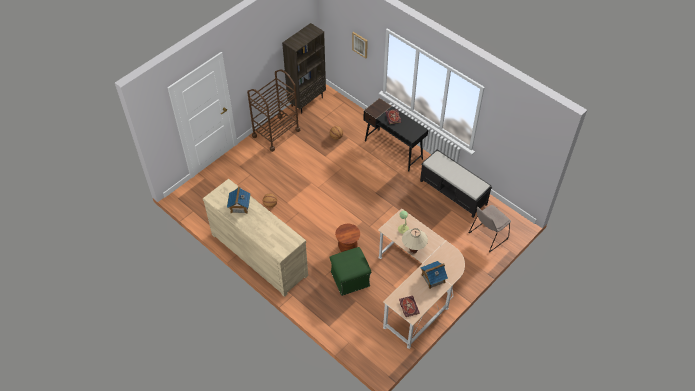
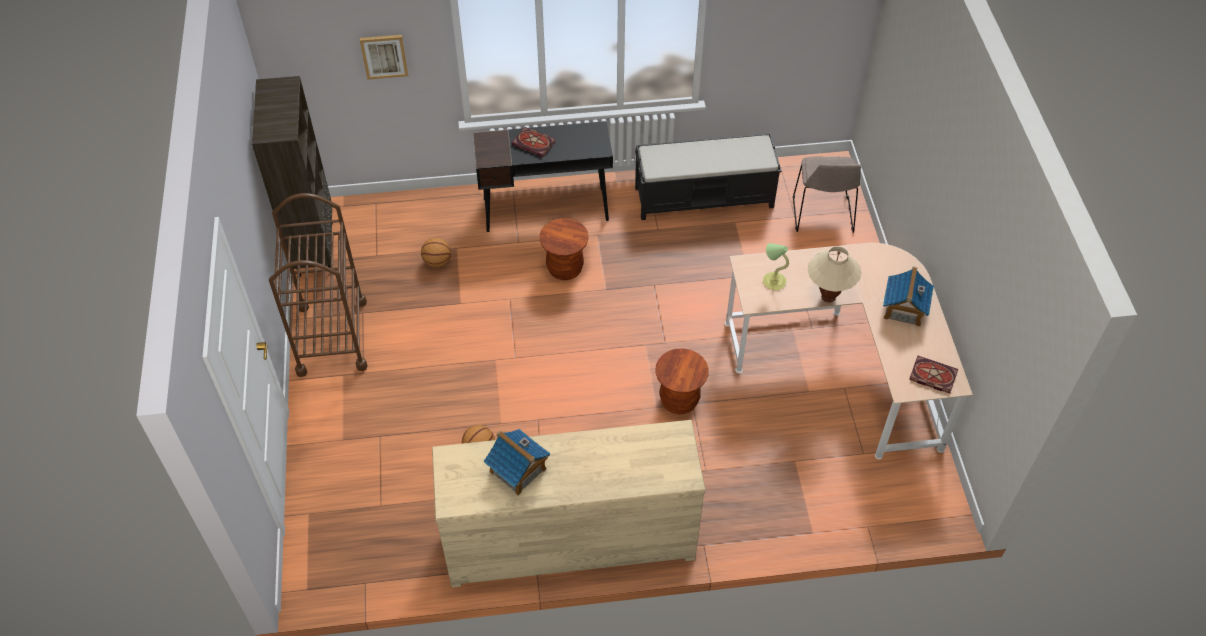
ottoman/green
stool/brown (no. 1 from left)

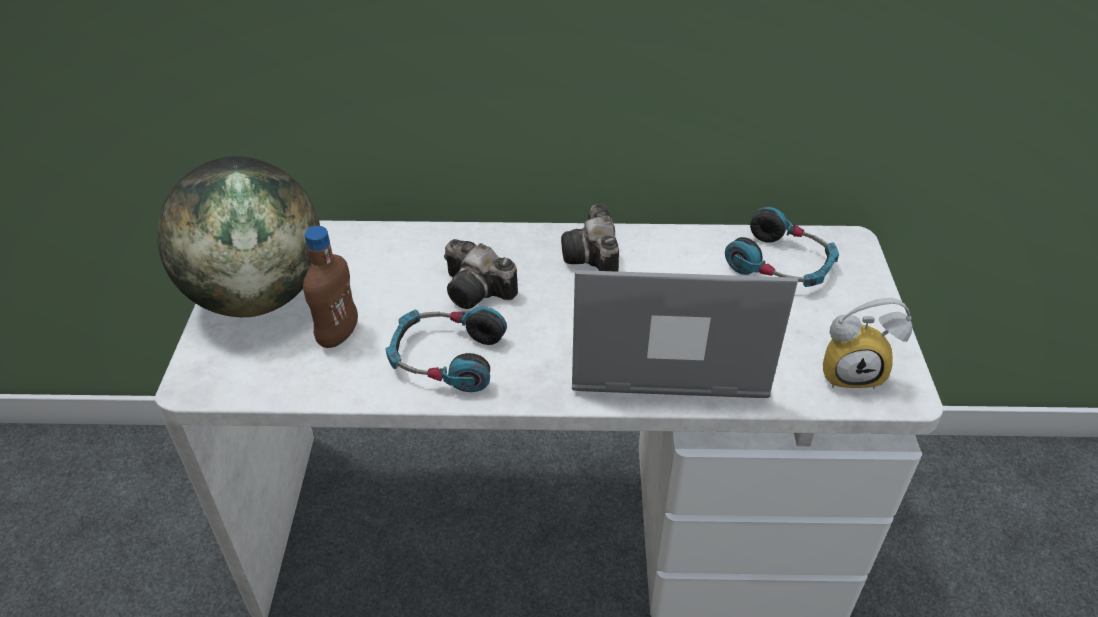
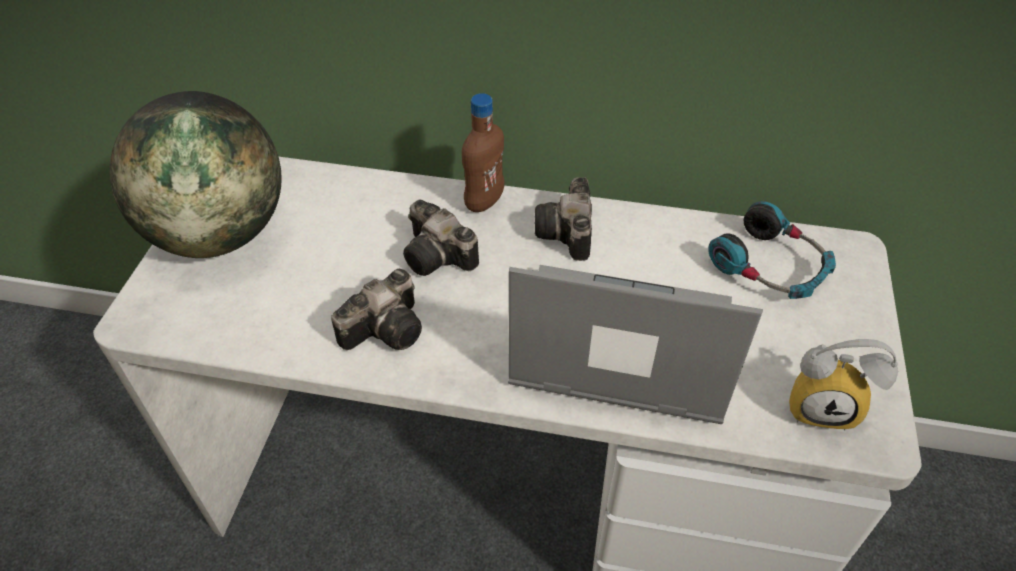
bottle/brown
photo camera (no. 1 from left)

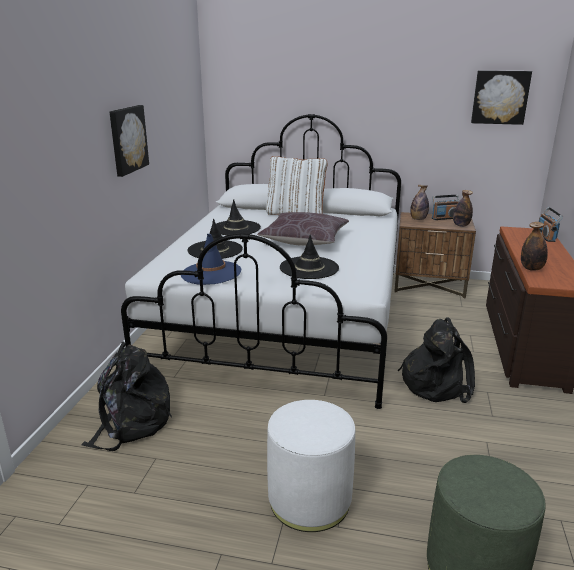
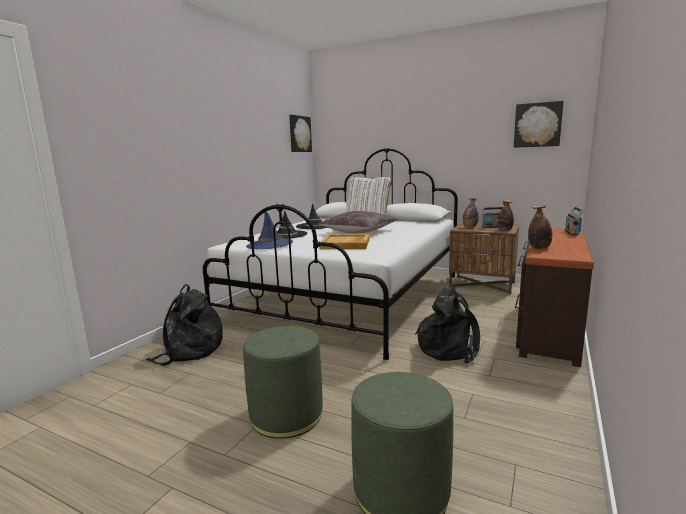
picture (no. 1 from left)
tray/beige
ottoman/green (no. 1 from left)

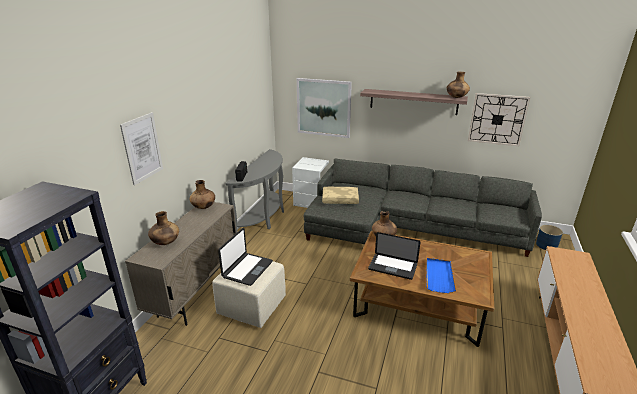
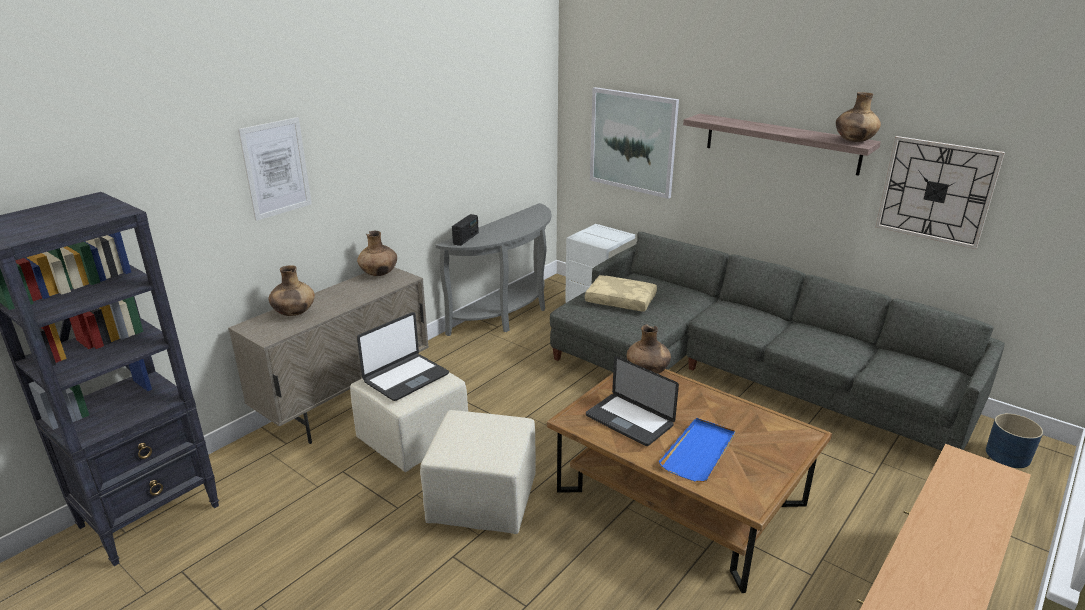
ottoman/beige (no. 2 from left)

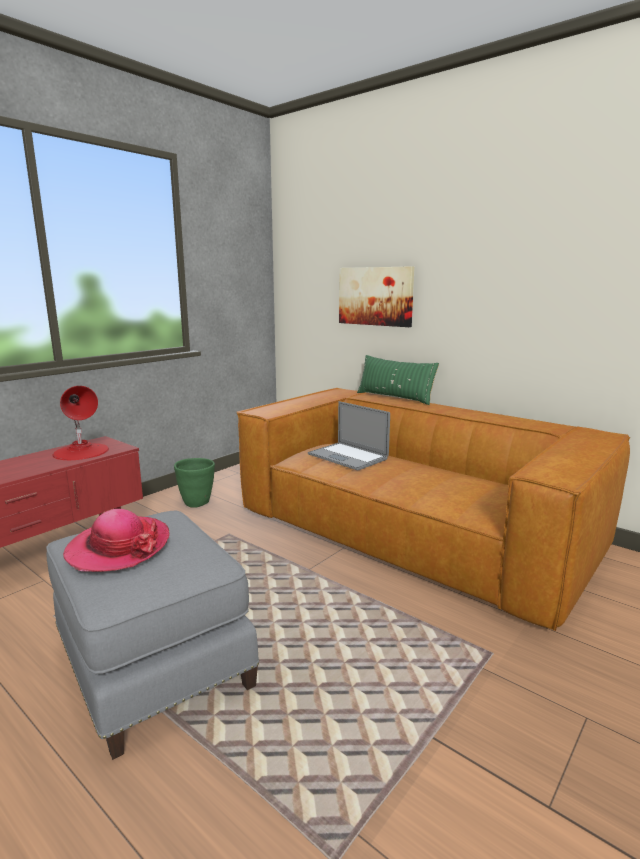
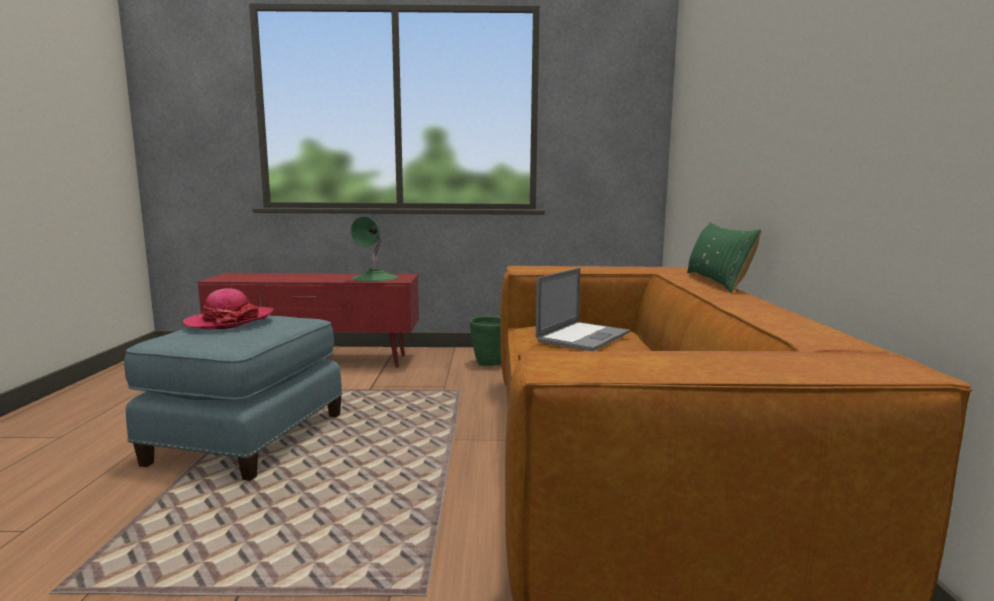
picture
table lamp/green
laptop
ottoman/blue

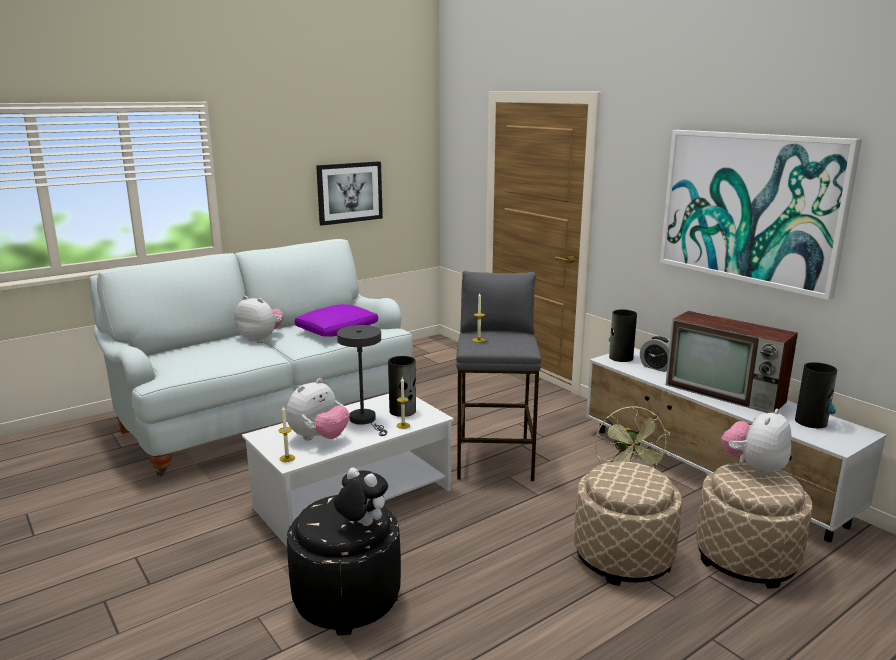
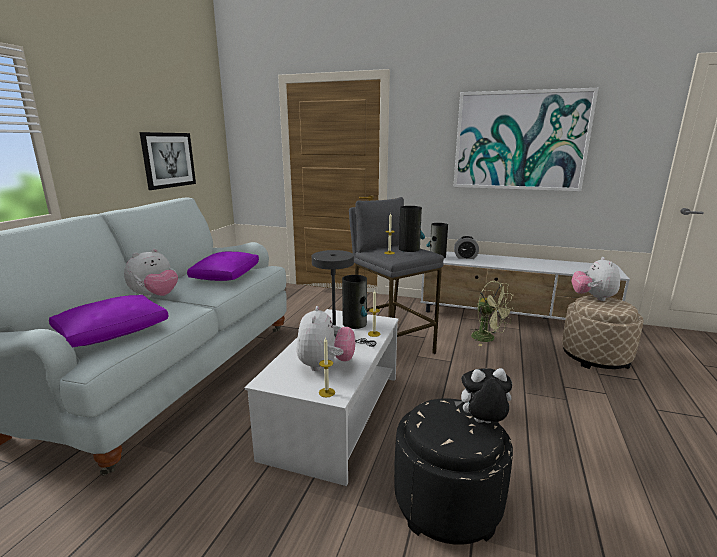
plush toy (no. 1 from left)
television
vase (no. 2 from left)
ottoman/beige (no. 1 from left in the first image)
pillow/purple (no. 1 from left)

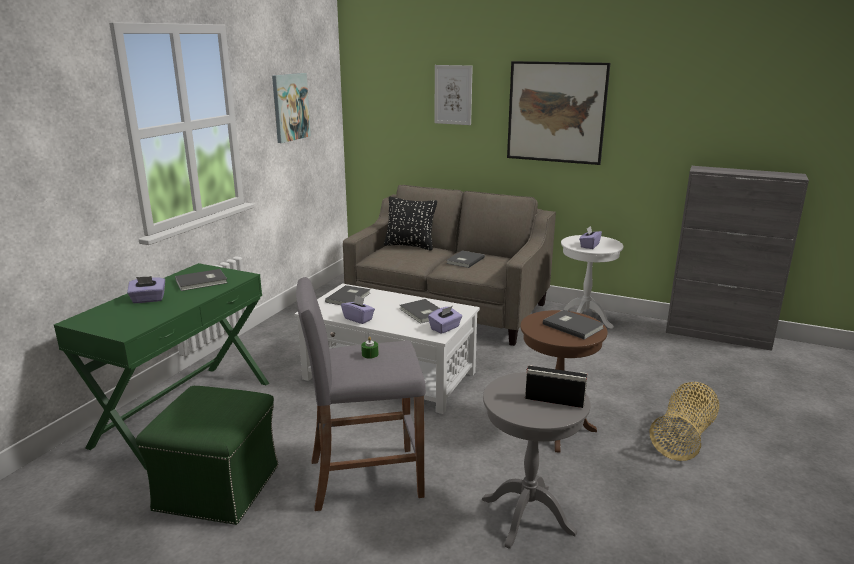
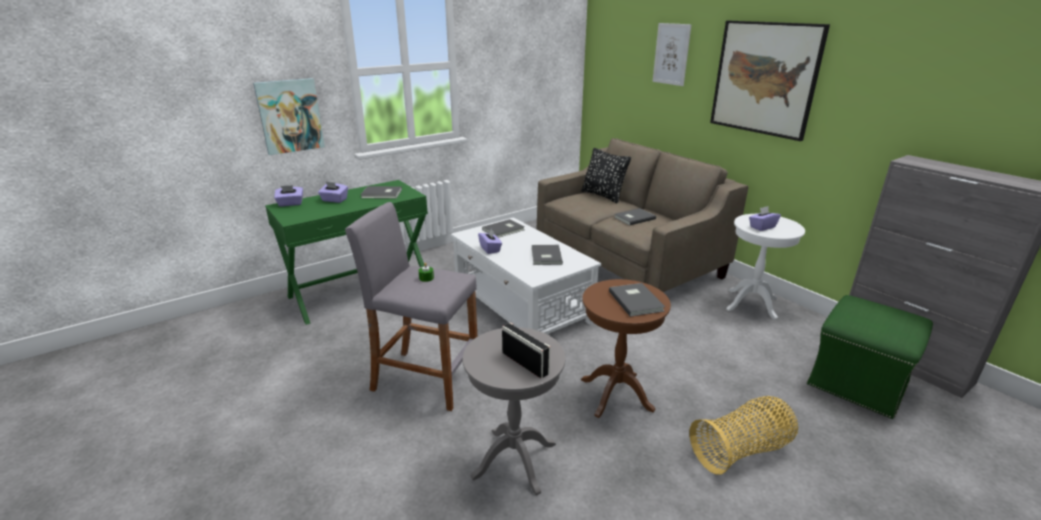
picture (no. 1 from left)
tissue box/purple (no. 1 from left)
ottoman/green

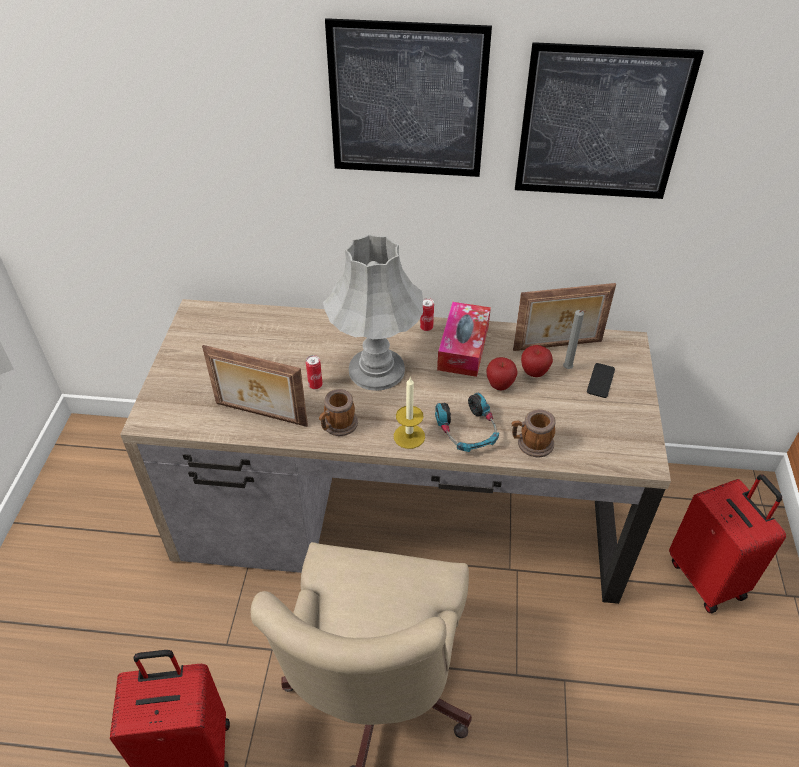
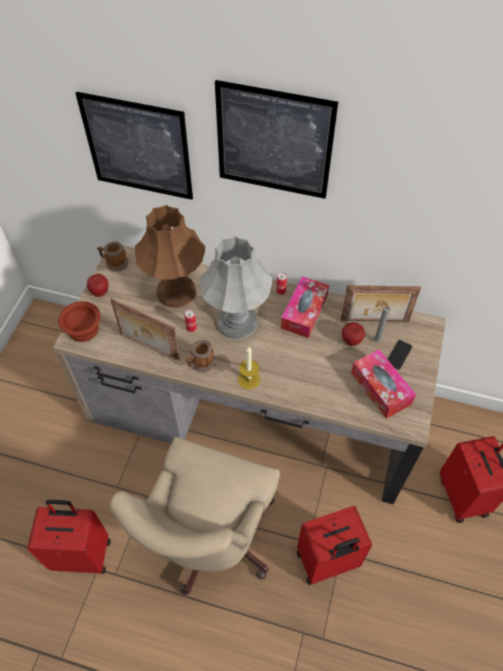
picture (no. 1 from left)
apple (no. 1 from left)
headphones
mug (no. 1 from left)
table lamp/brown
bowl/brown
tissue box (no. 2 from left)
suitcase/red (no. 2 from left)

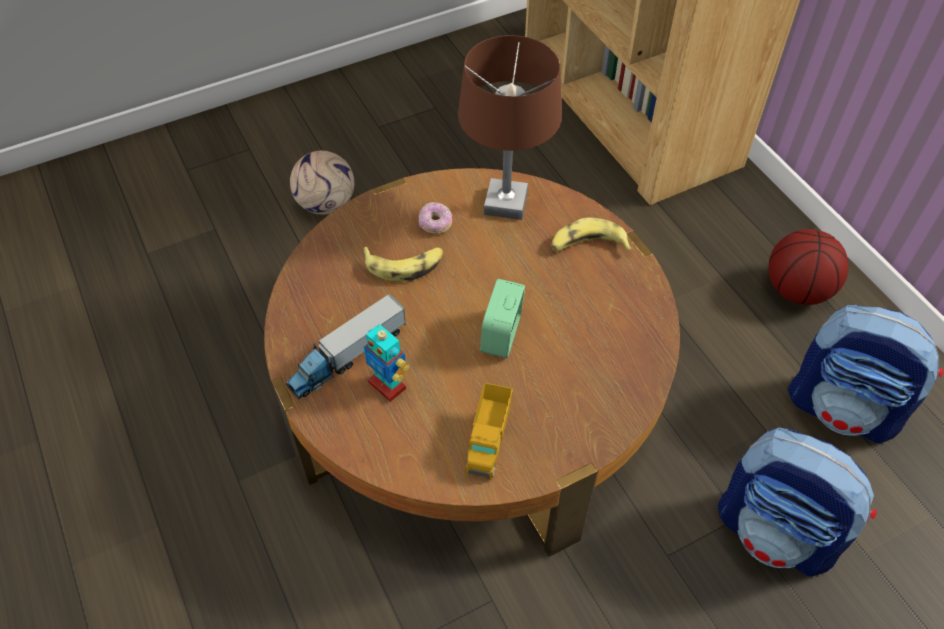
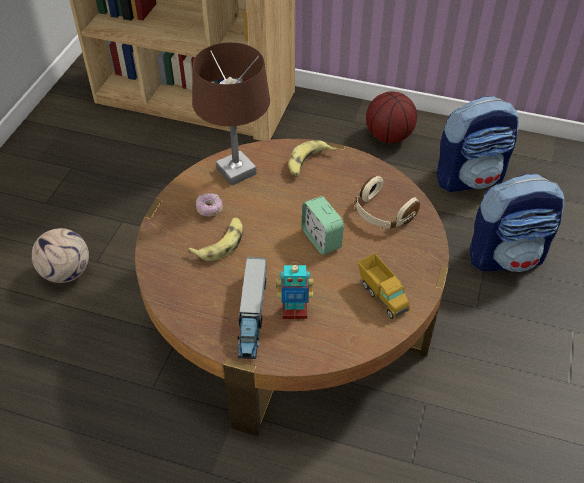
headphones/beige

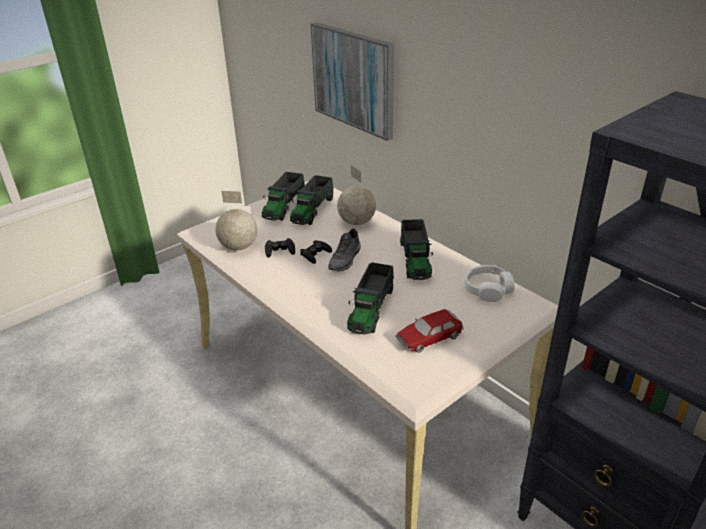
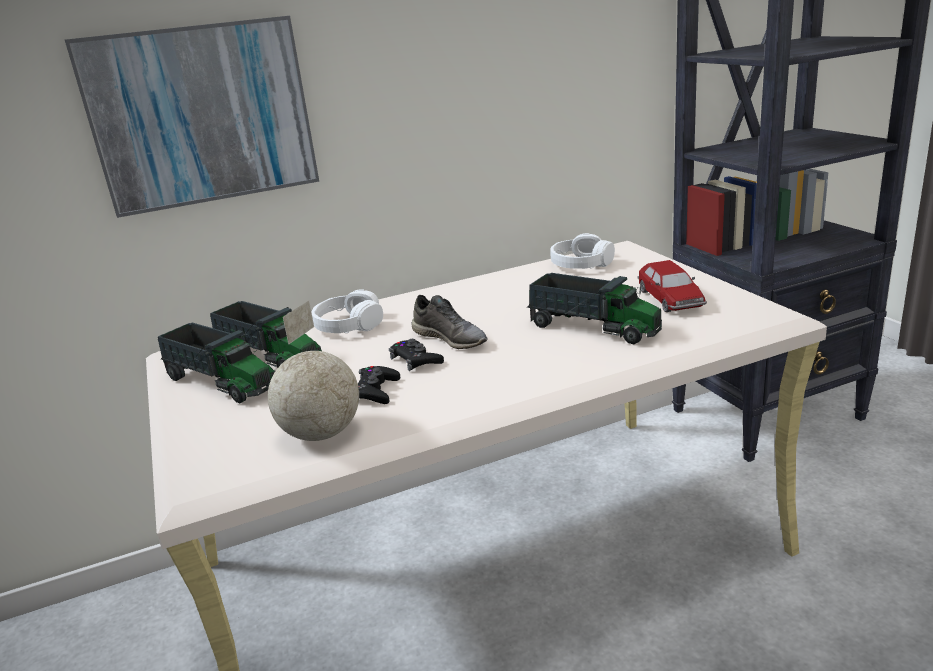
headphones/white (no. 1 from left)
toy truck (no. 4 from left in the first image)

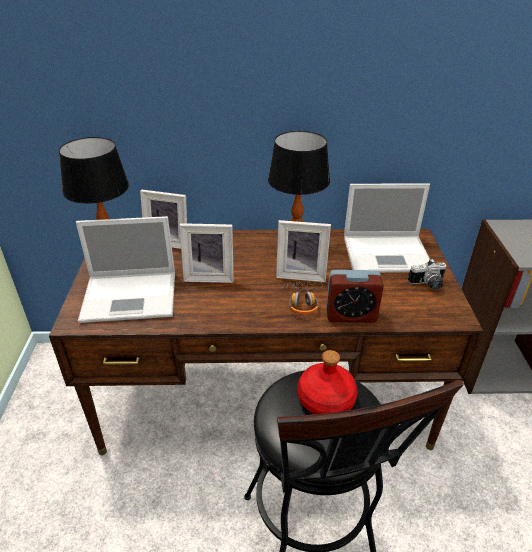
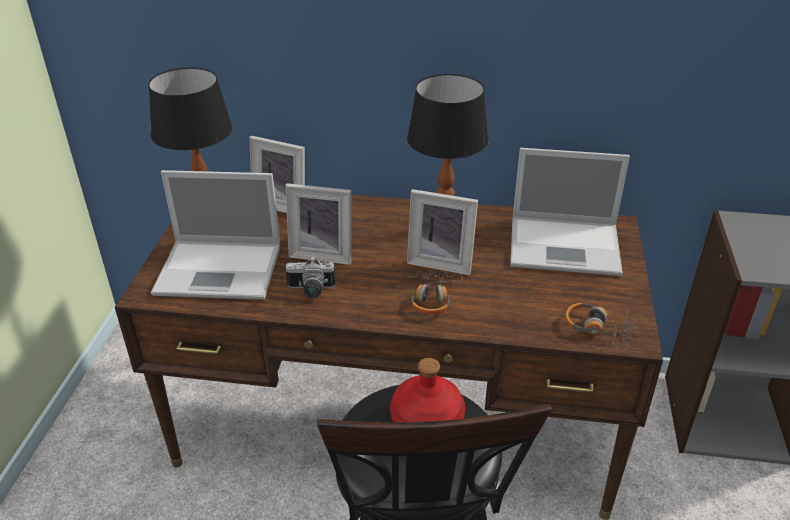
photo camera
alarm clock
headphones (no. 2 from left)

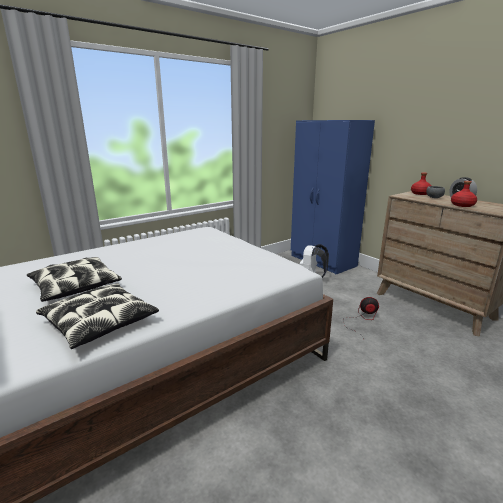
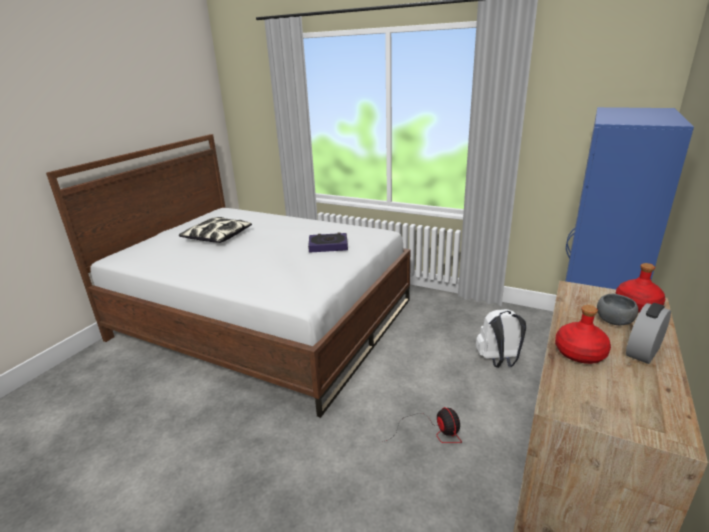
pillow (no. 2 from left in the first image)
book

